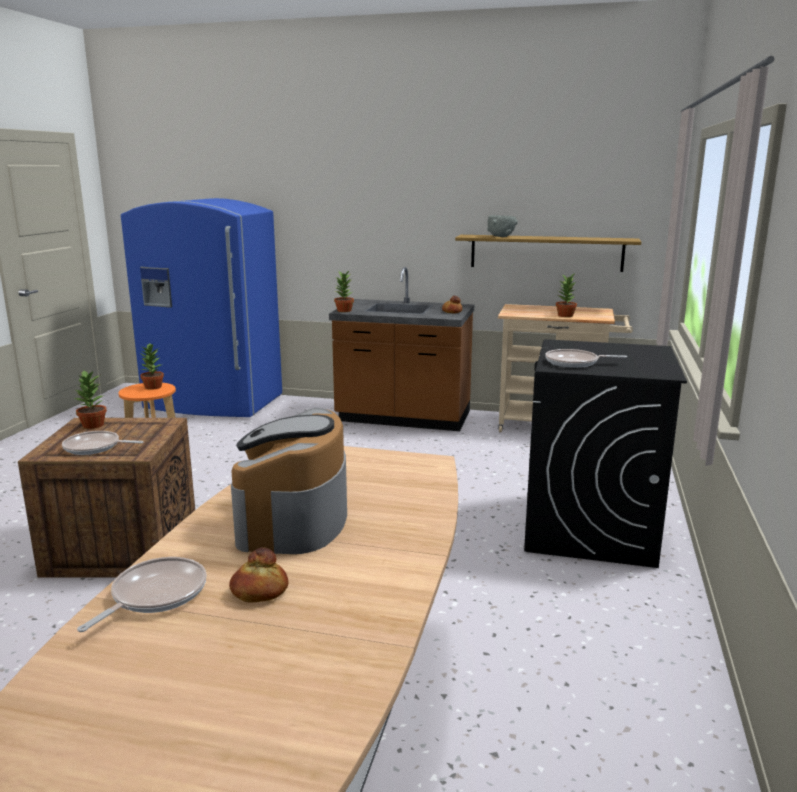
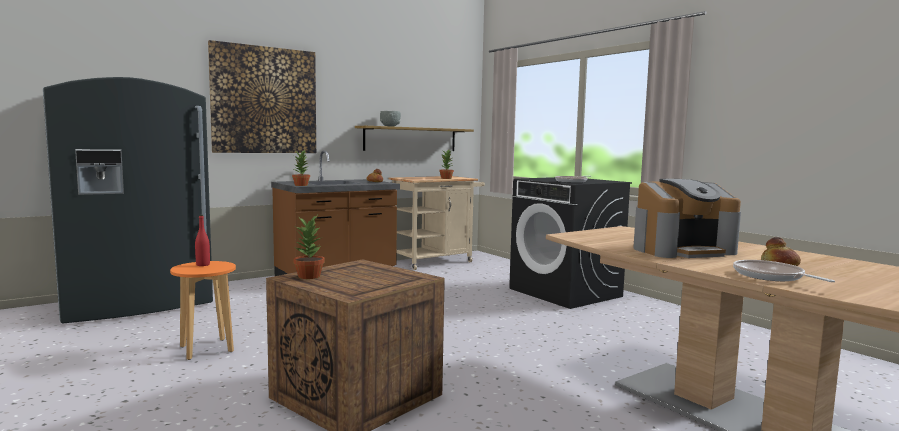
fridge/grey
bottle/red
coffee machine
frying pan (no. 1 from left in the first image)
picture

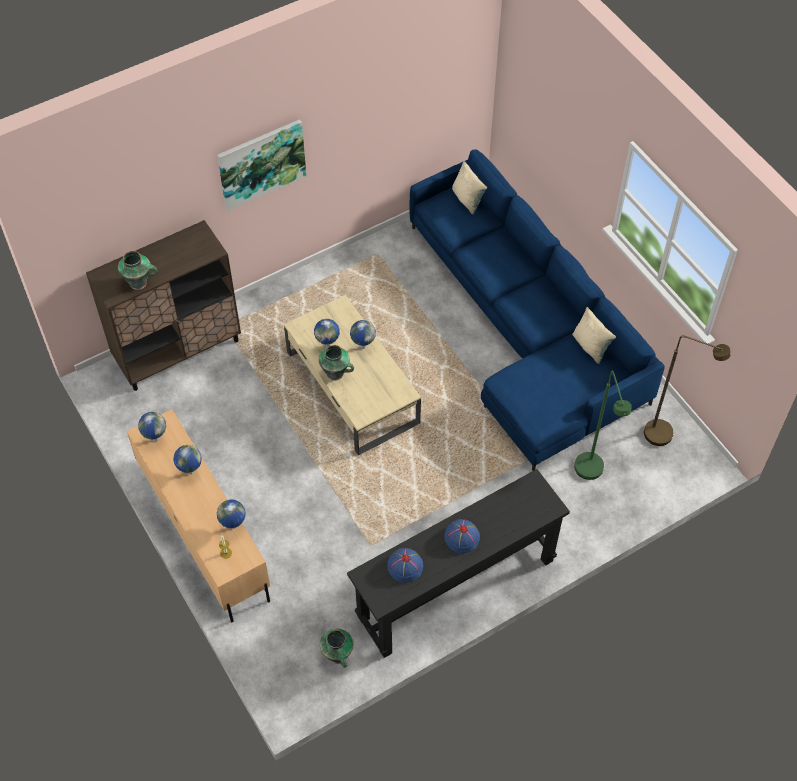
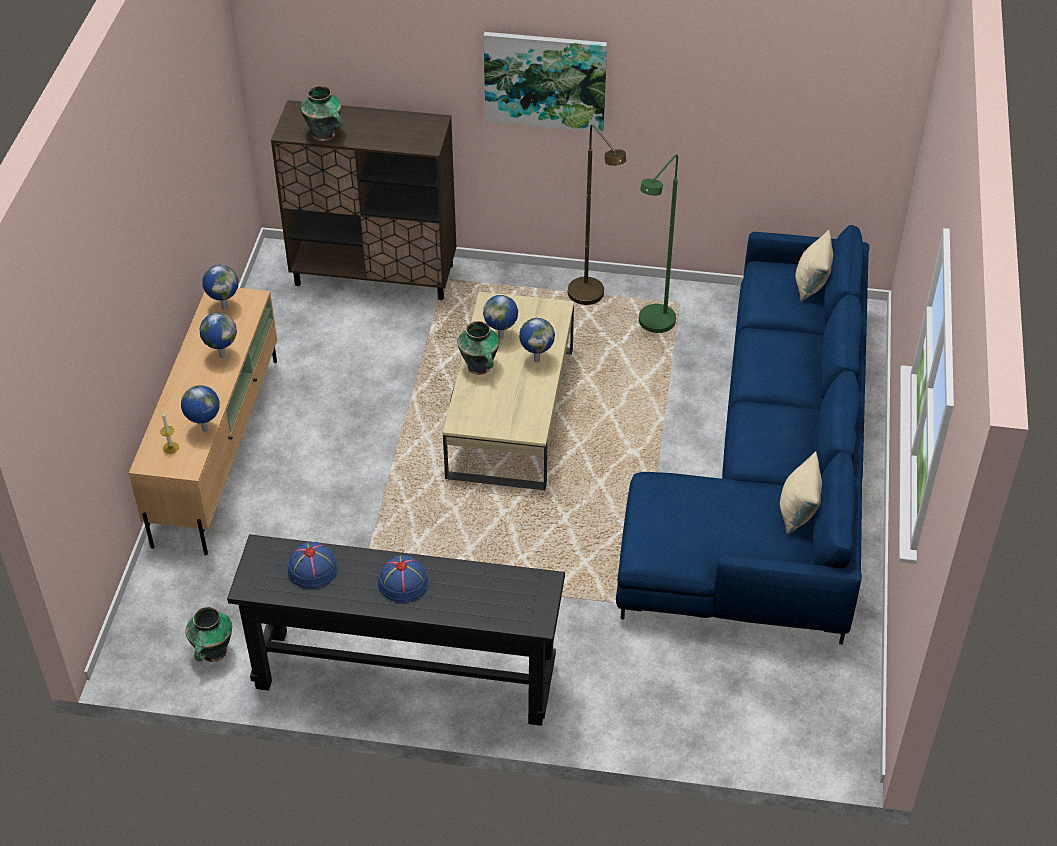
floor lamp/brown
floor lamp/green

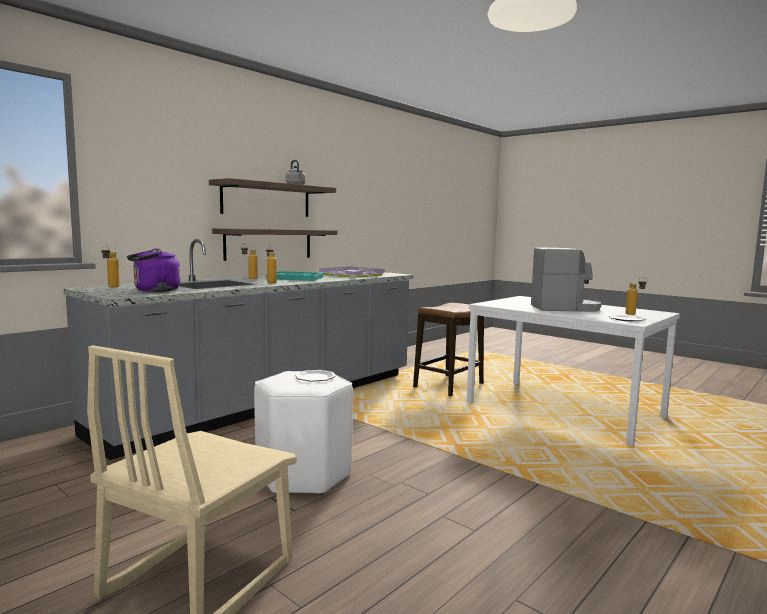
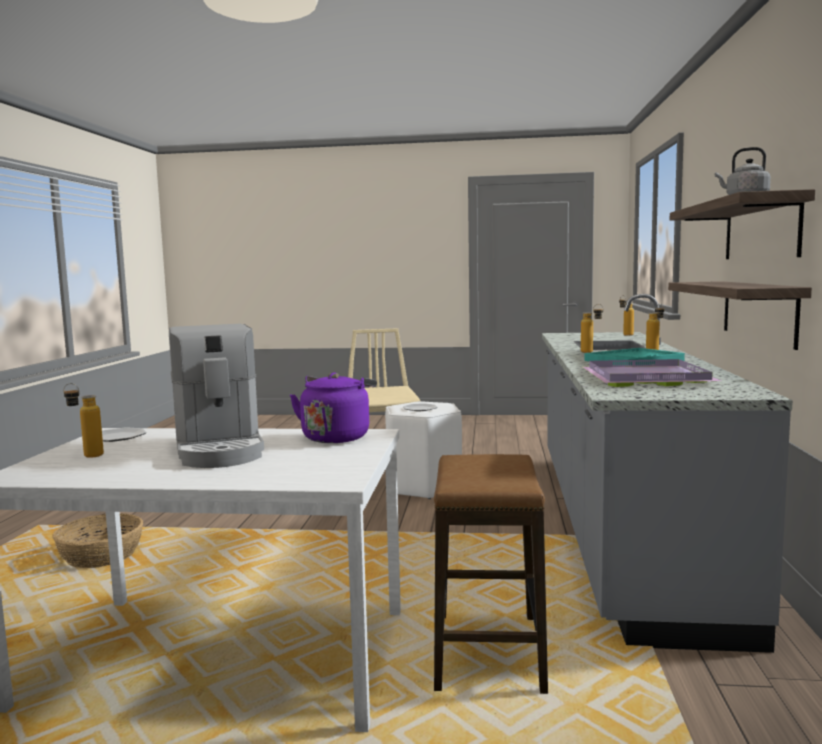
coffee machine
kettle/purple
basket

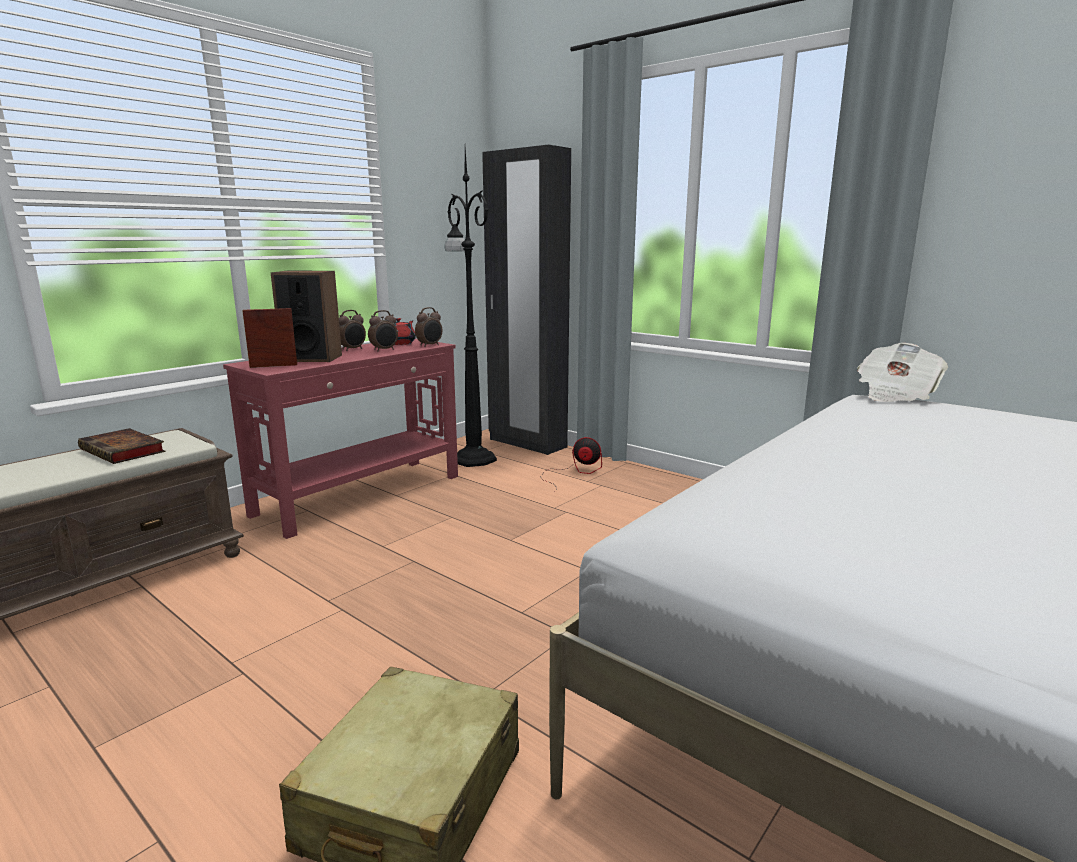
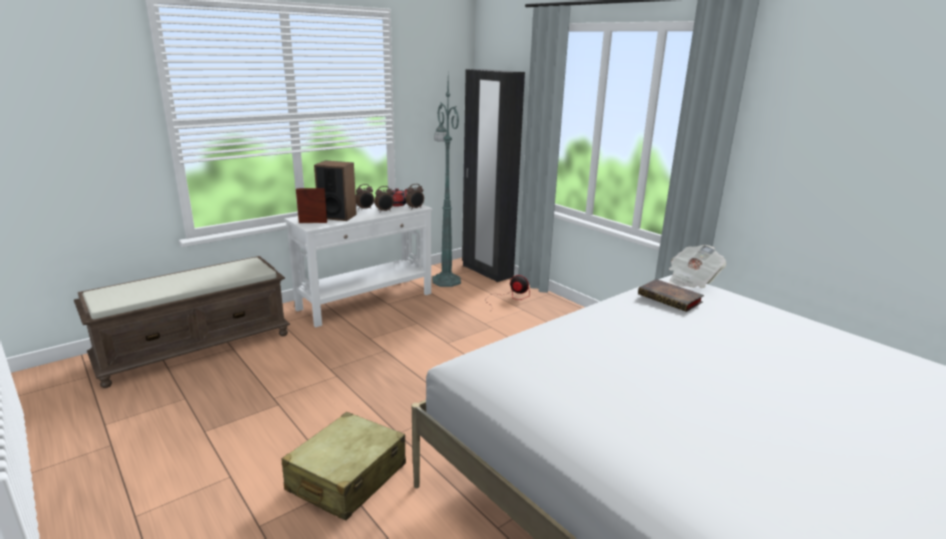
floor lamp/green
console table/white
book

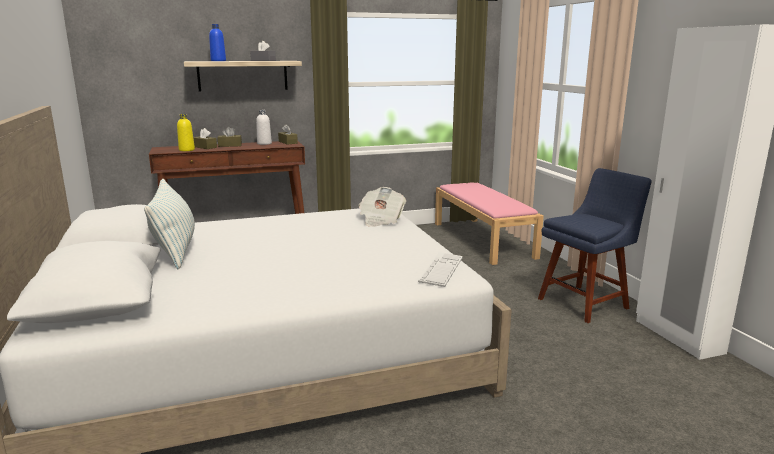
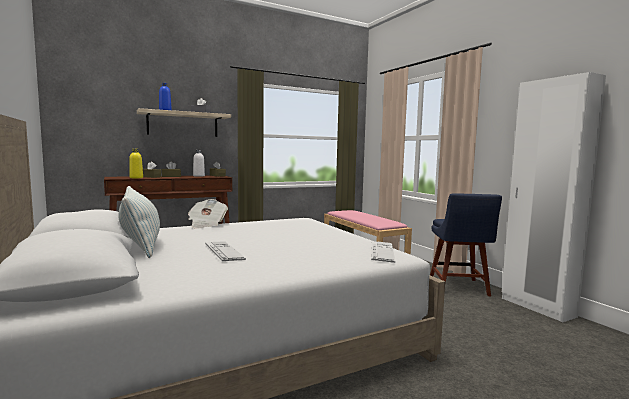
chair/blue
newspaper
keyboard (no. 1 from left)

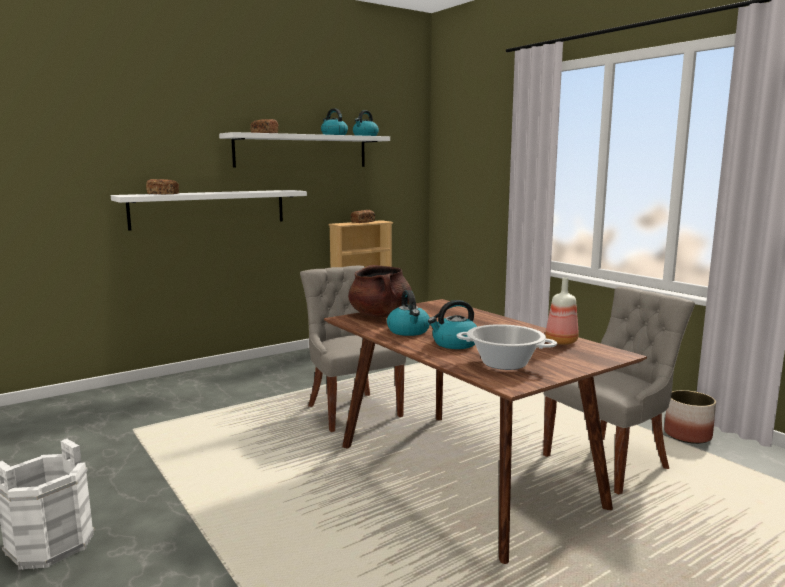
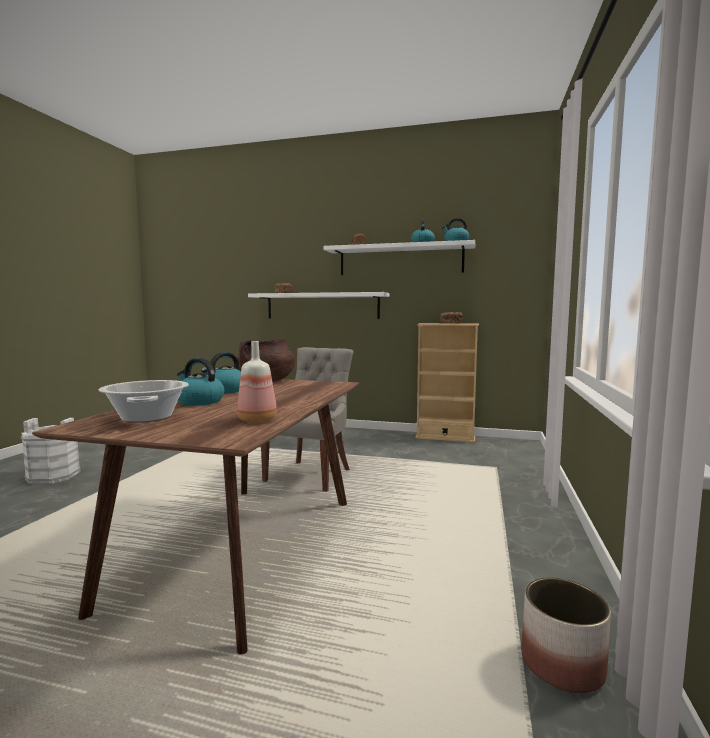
chair/grey (no. 2 from left in the first image)

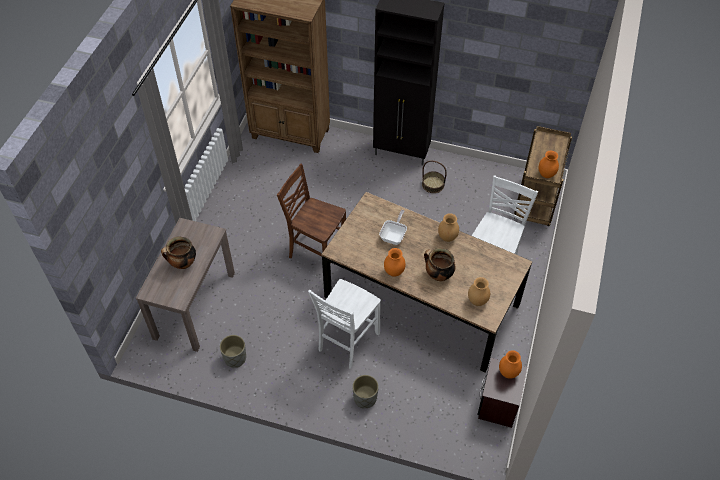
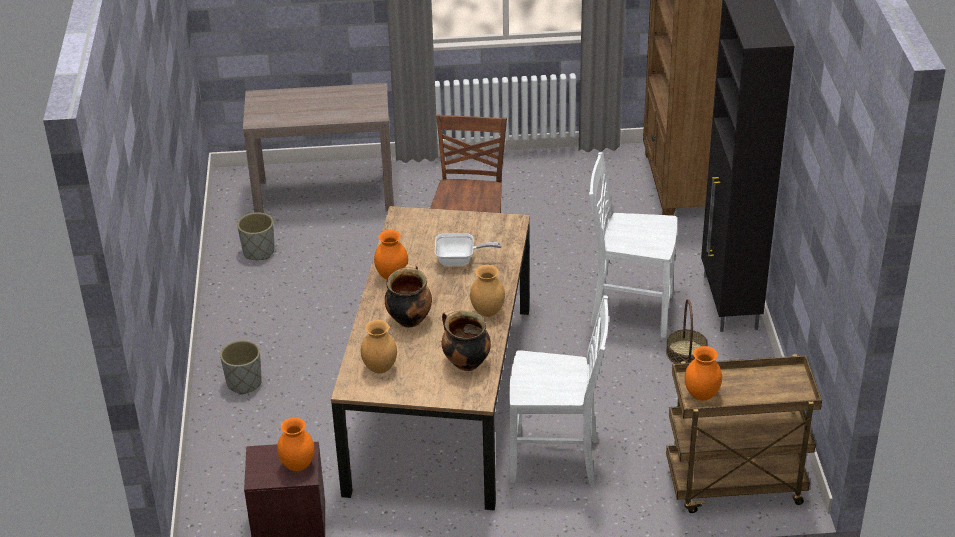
cooking pot (no. 2 from left)
chair/white (no. 2 from left)

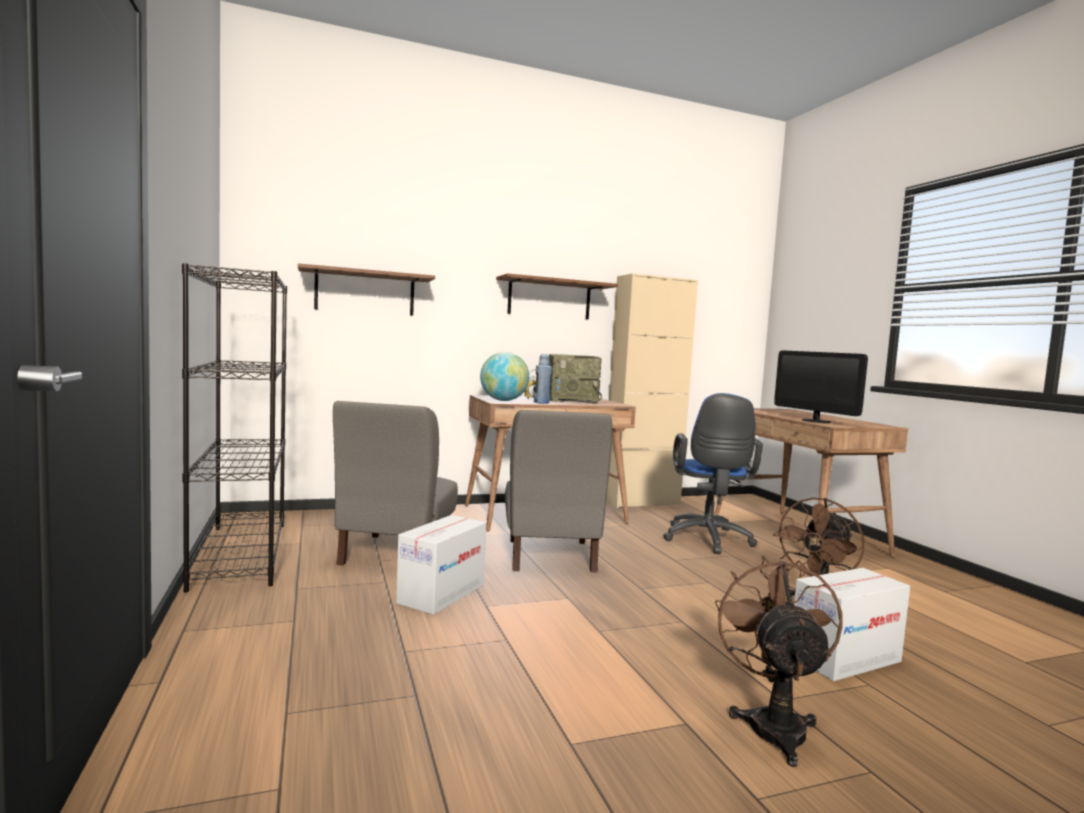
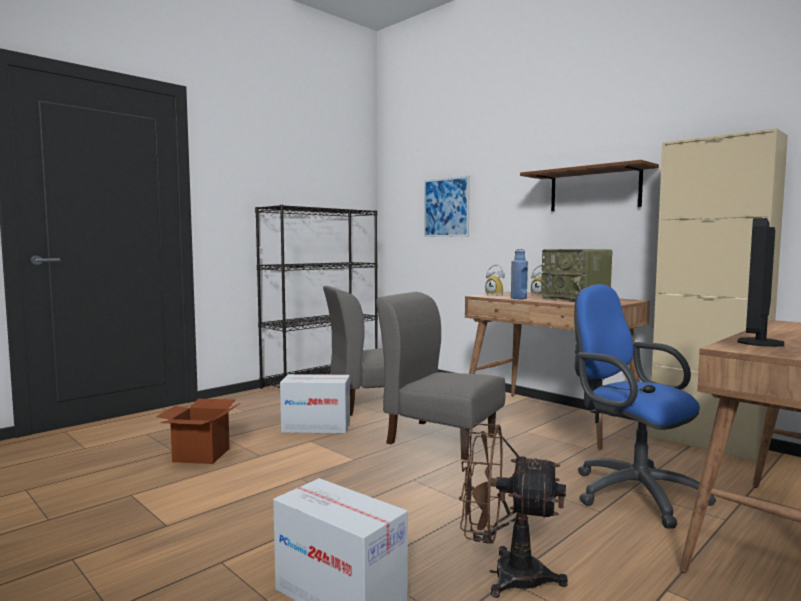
picture
alarm clock (no. 1 from left)
office chair/blue
chair/grey (no. 2 from left)
fan/brown (no. 1 from left in the first image)
cardboard box (no. 1 from left)

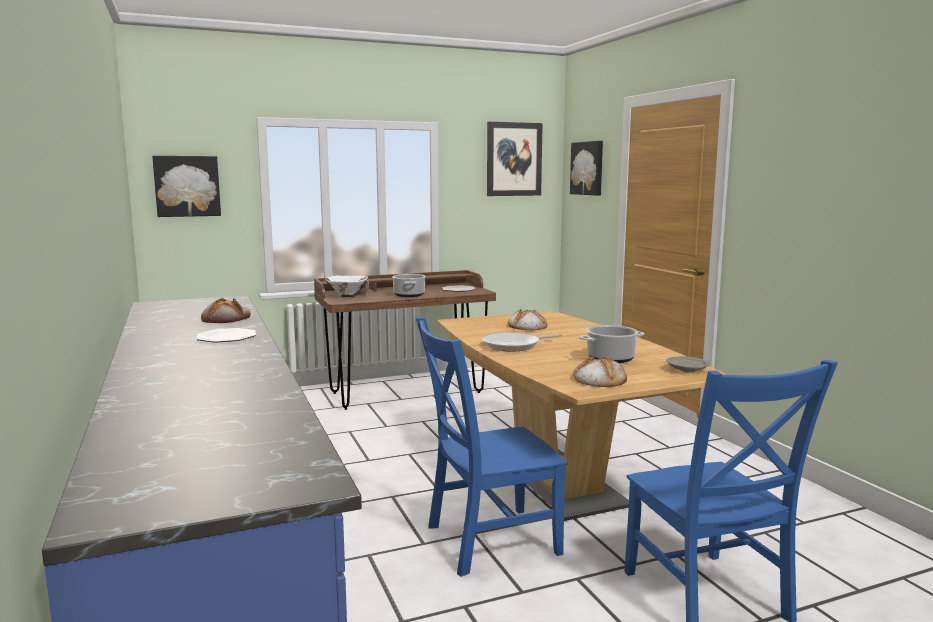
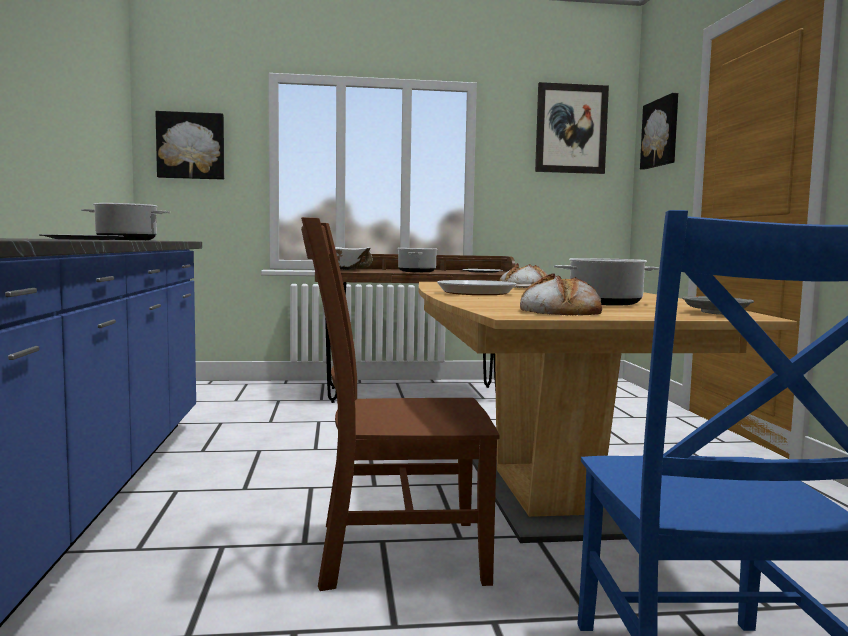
cooking pot (no. 1 from left)
chair/brown

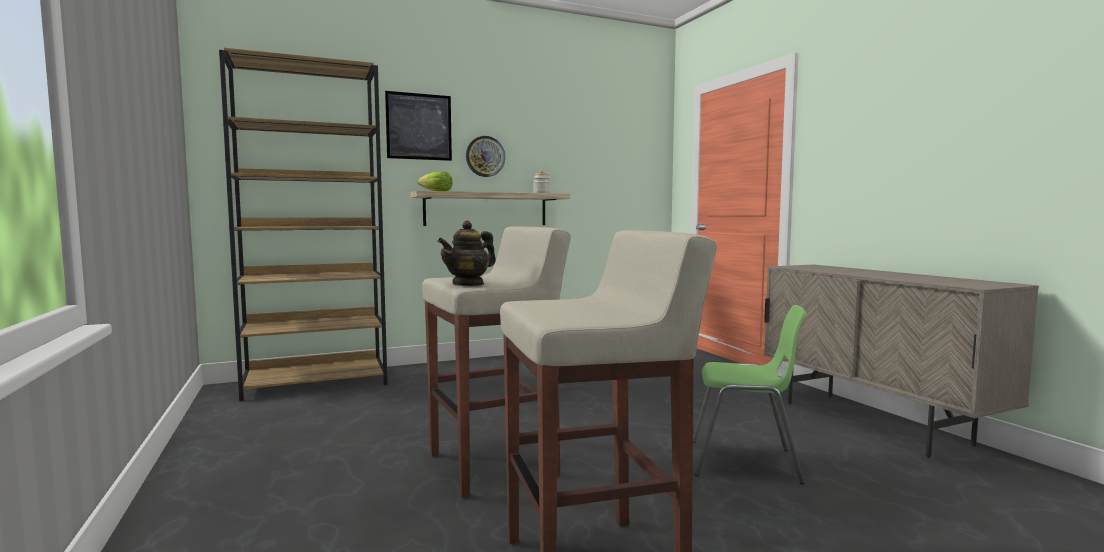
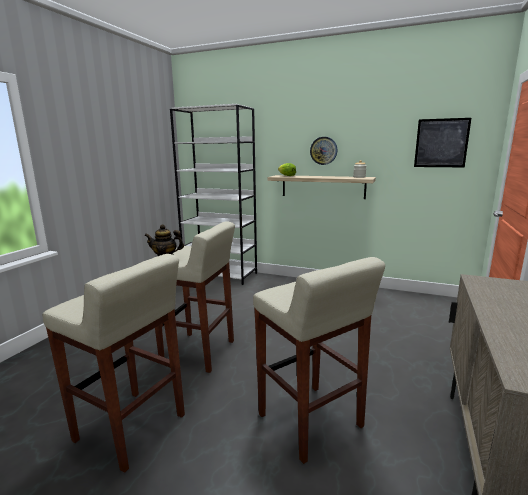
bookcase/white
picture
stool/beige (no. 3 from left)

